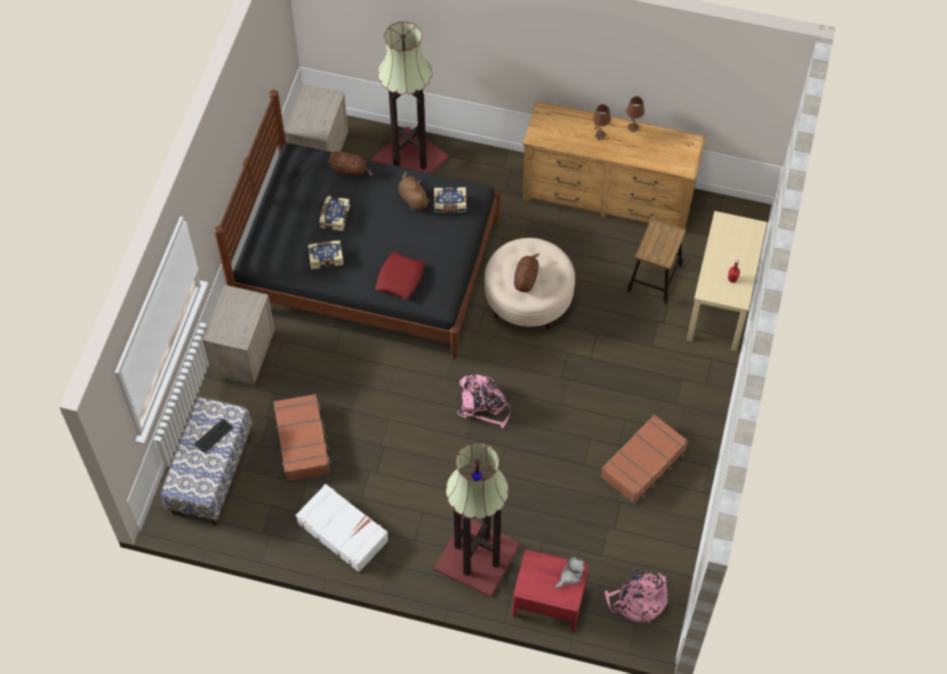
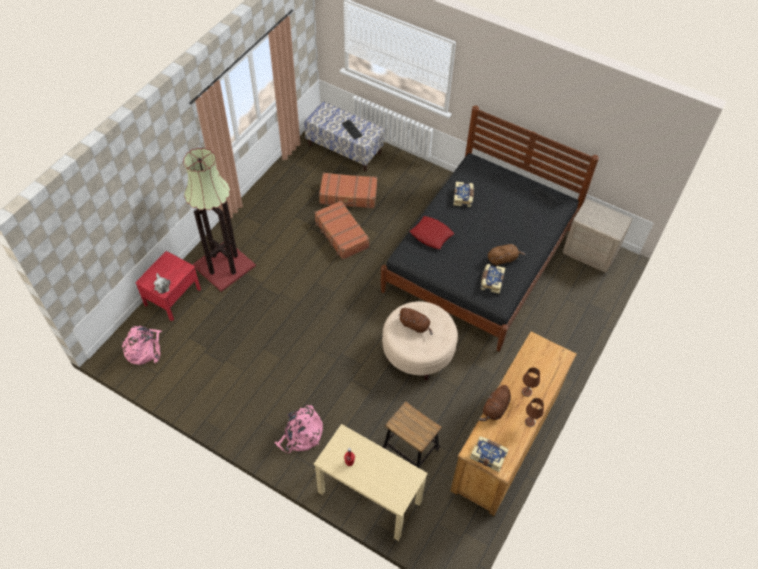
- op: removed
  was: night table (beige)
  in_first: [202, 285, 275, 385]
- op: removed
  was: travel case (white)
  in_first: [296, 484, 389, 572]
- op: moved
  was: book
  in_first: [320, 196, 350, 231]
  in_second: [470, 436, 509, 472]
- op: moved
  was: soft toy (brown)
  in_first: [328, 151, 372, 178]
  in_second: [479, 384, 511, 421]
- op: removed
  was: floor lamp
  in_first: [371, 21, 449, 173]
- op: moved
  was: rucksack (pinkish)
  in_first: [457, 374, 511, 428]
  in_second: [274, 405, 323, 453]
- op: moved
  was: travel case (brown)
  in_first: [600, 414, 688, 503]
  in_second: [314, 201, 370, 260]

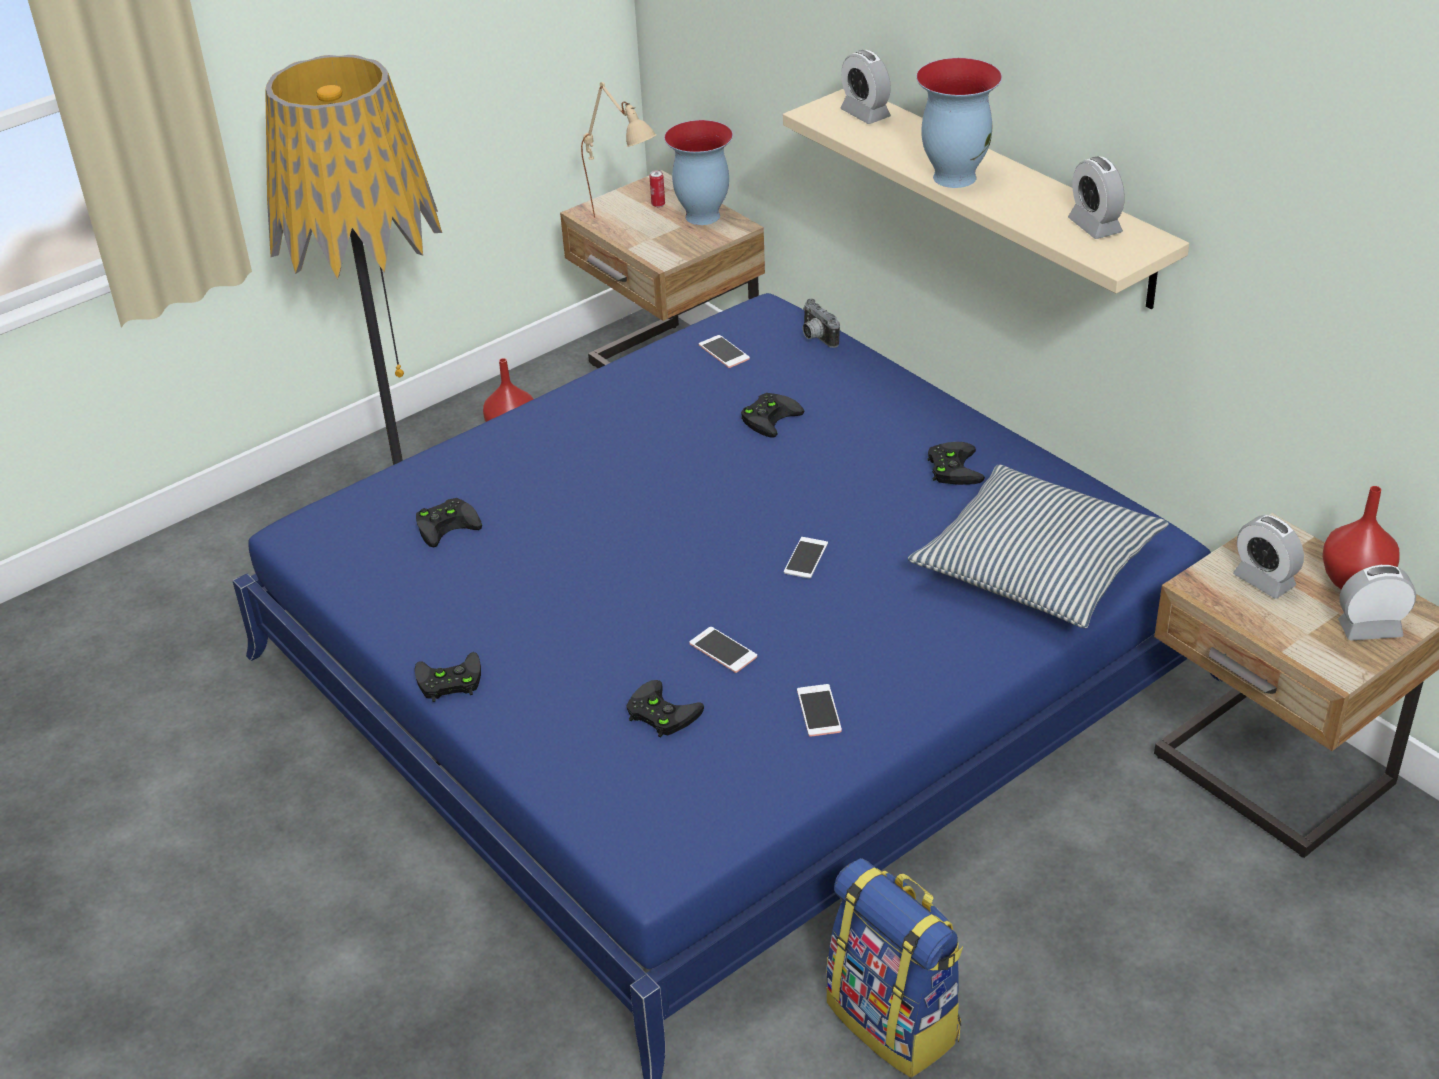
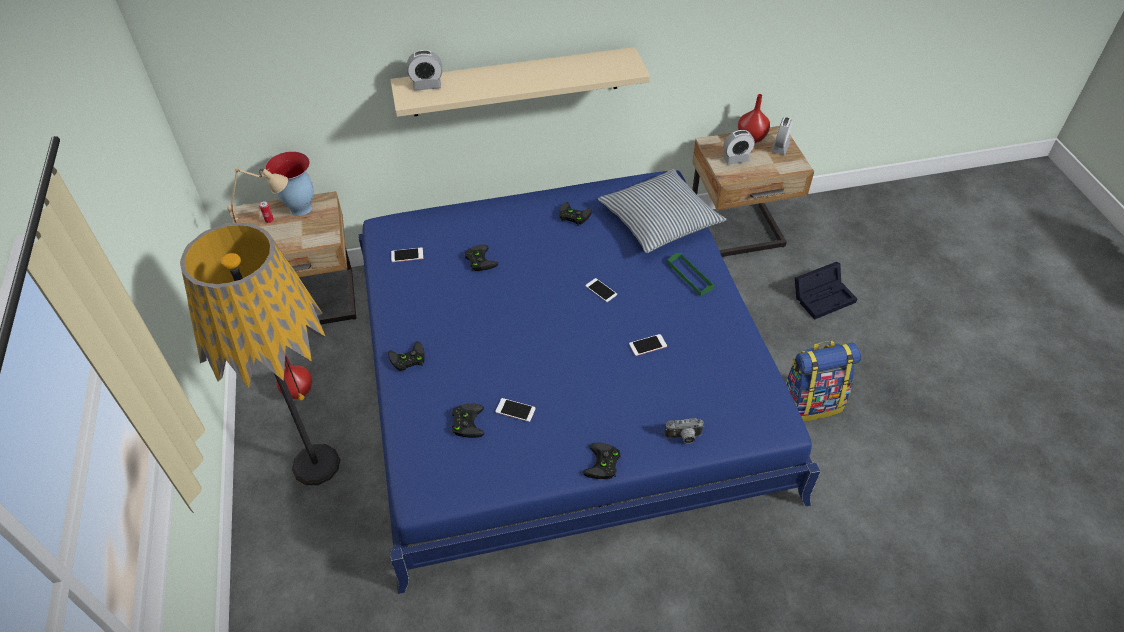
- op: moved
  was: joypad (black-coloured)
  in_first: [626, 680, 704, 737]
  in_second: [388, 341, 424, 372]
- op: moved
  was: phone
  in_first: [797, 684, 842, 736]
  in_second: [495, 398, 536, 422]
- op: moved
  was: still camera
  in_first: [802, 299, 840, 348]
  in_second: [664, 418, 704, 444]
- op: removed
  was: flower vase
  in_first: [916, 58, 1002, 188]
- op: removed
  was: alarm clock
  in_first: [1068, 157, 1125, 239]
- op: added
  now: tray (greenish)
  in_second: [667, 253, 715, 296]
- op: added
  now: storage bin (black-coloured)
  in_second: [795, 262, 857, 320]

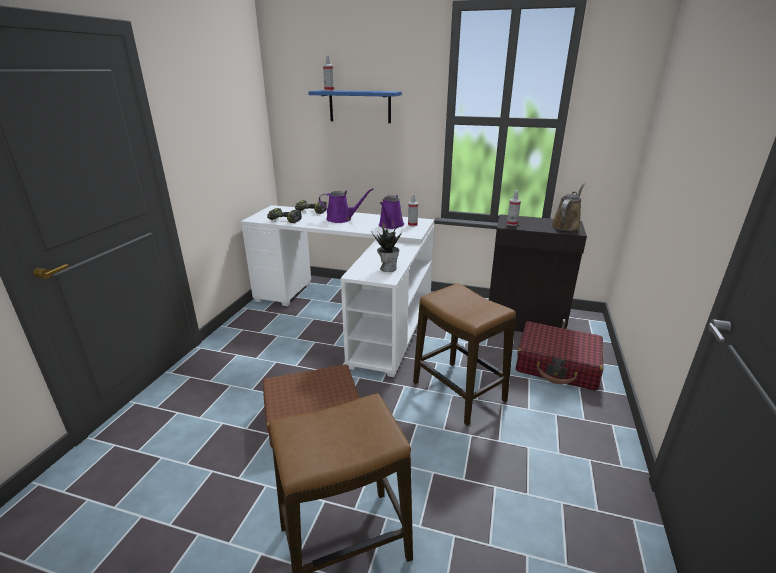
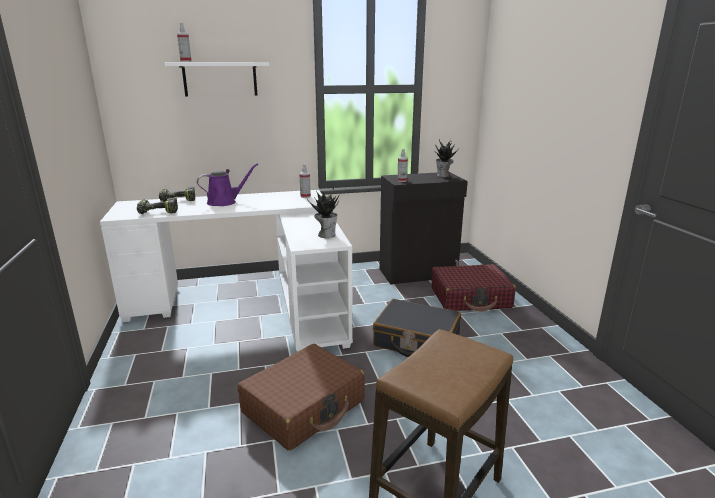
- op: recoloured
  was: bracket shelf (blue)
  now: bracket shelf (white)
  in_first: [308, 90, 402, 123]
  in_second: [164, 62, 269, 97]
- op: removed
  was: sprinkling can (purple)
  in_first: [379, 195, 404, 229]
- op: replaced
  was: stool
  now: travel case (black-coloured)
  in_first: [413, 283, 516, 425]
  in_second: [373, 299, 461, 357]
- op: replaced
  was: sprinkling can (brown)
  now: potted plant
  in_first: [551, 183, 585, 231]
  in_second: [435, 139, 460, 178]

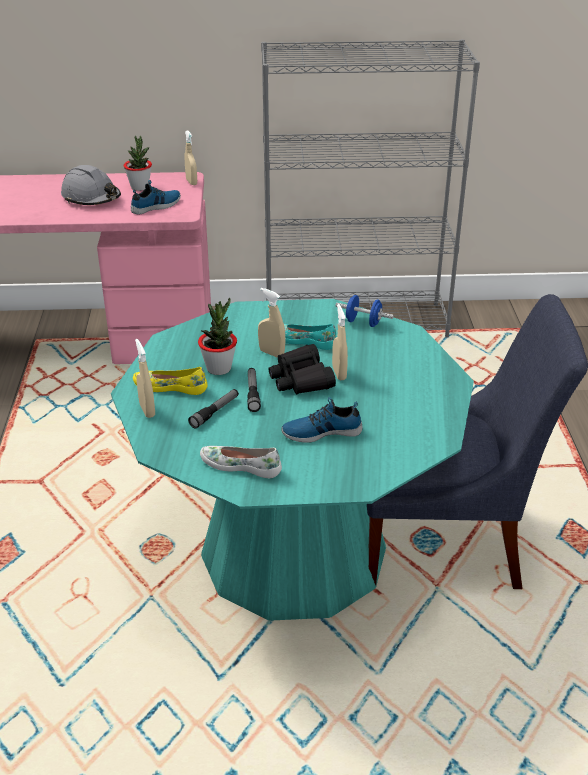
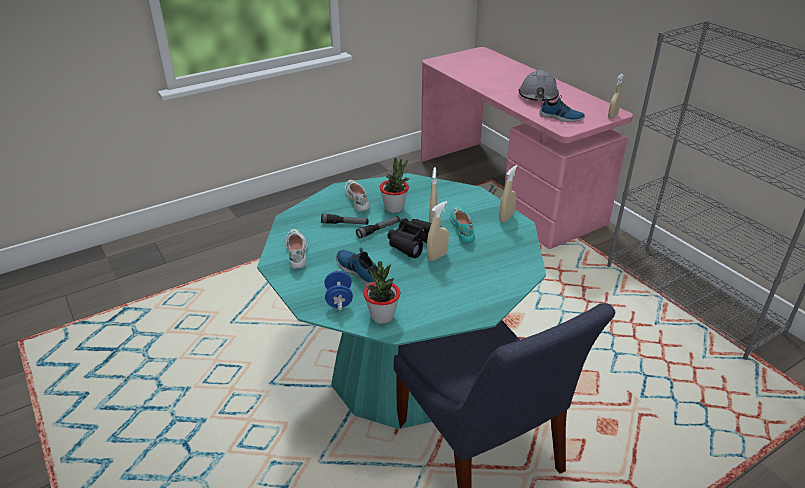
- op: moved
  was: potted plant
  in_first: [124, 135, 152, 191]
  in_second: [363, 261, 400, 324]
- op: recoloured
  was: low shoe (yellowish)
  now: low shoe (white)
  in_first: [133, 367, 208, 395]
  in_second: [345, 180, 370, 211]
- op: moved
  was: sprayer (beige)
  in_first: [135, 339, 155, 418]
  in_second: [499, 165, 517, 223]
- op: moved
  was: hand weight (blue)
  in_first: [335, 295, 394, 327]
  in_second: [325, 270, 353, 310]

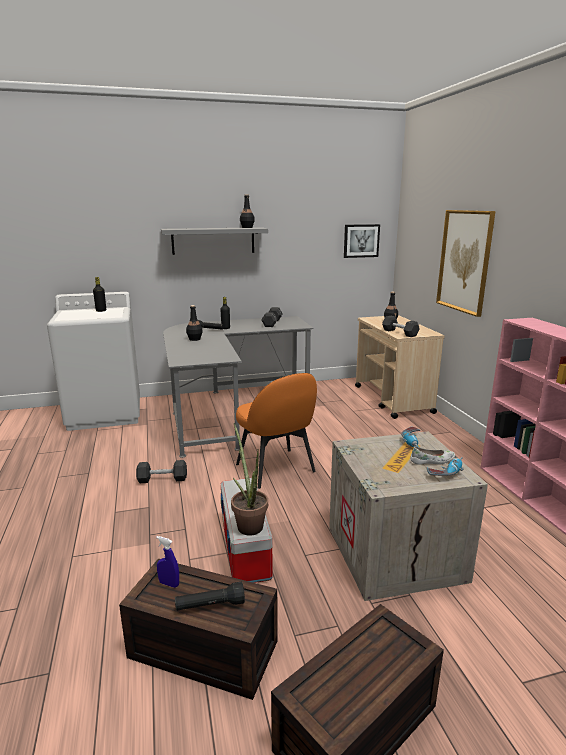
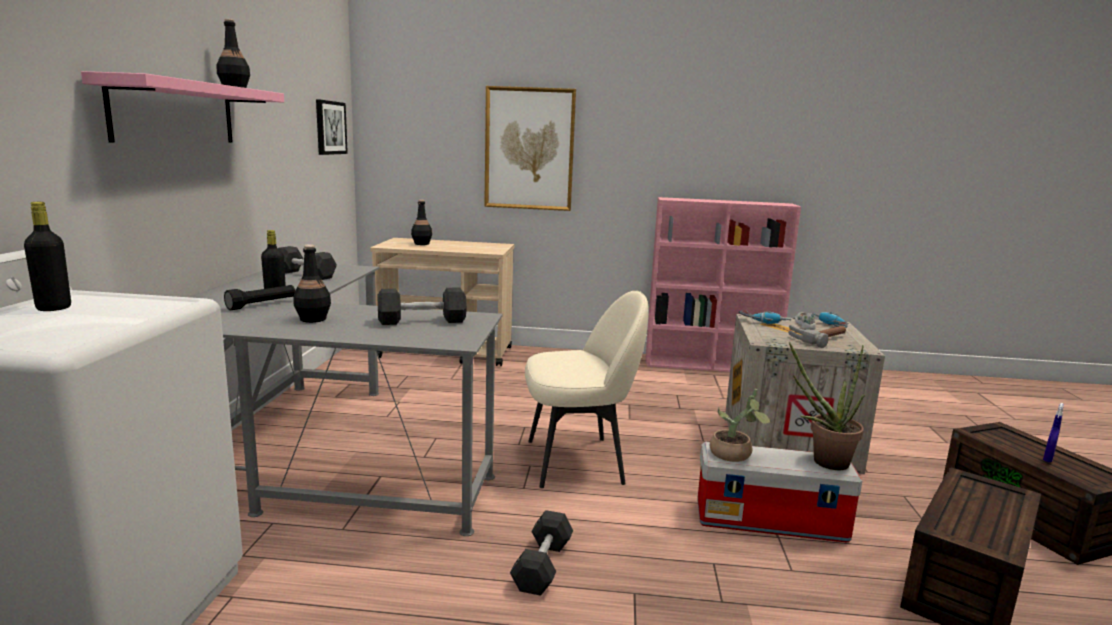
- op: moved
  was: sprayer (blue)
  in_first: [156, 536, 179, 588]
  in_second: [1043, 403, 1064, 462]
- op: recoloured
  was: bracket shelf (grey)
  now: bracket shelf (pinkish)
  in_first: [161, 227, 268, 255]
  in_second: [81, 71, 284, 143]
- op: removed
  was: torch (black-coloured)
  in_first: [175, 581, 245, 611]
- op: recoloured
  was: plain chair (orange)
  now: plain chair (beige)
  in_first: [236, 373, 317, 489]
  in_second: [525, 291, 649, 488]
- op: moved
  was: hand weight (black-coloured)
  in_first: [382, 316, 420, 337]
  in_second: [378, 287, 467, 325]
- op: added
  now: potted plant
  in_second: [710, 389, 772, 462]
- op: added
  now: tool hammer
  in_second: [788, 325, 846, 348]

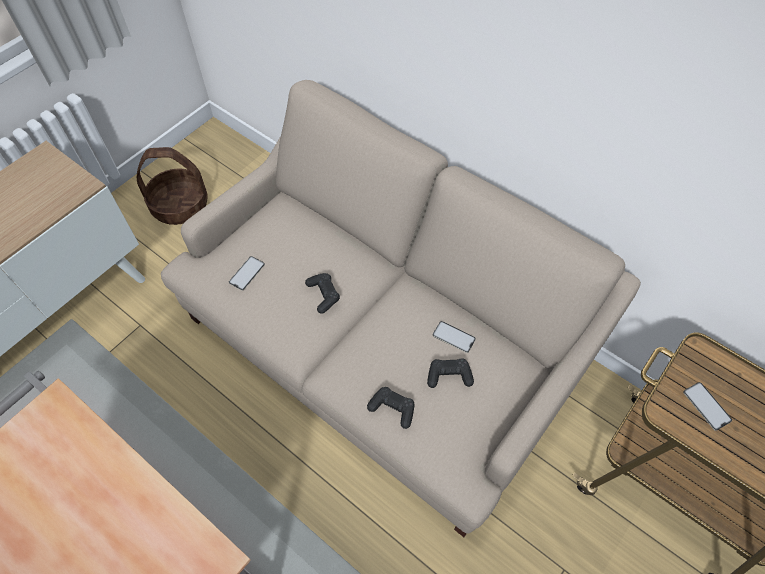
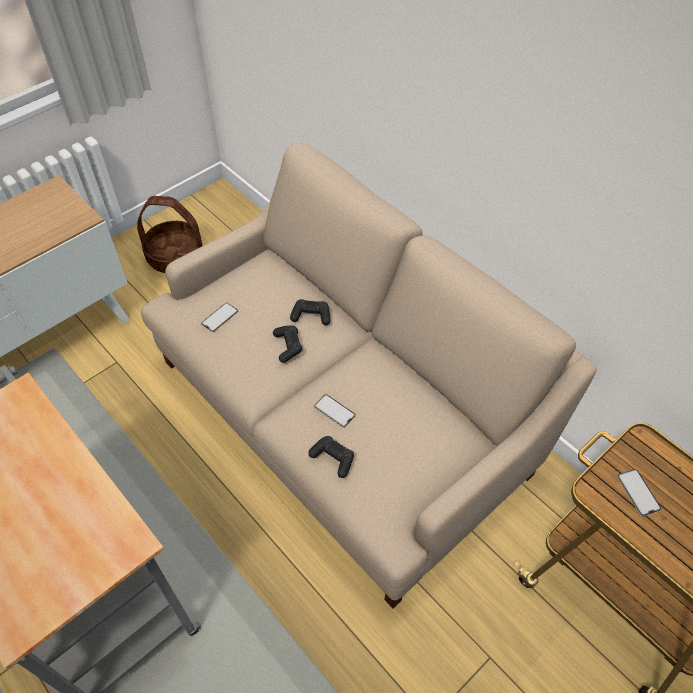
- op: moved
  was: joypad (black-coloured)
  in_first: [427, 358, 474, 388]
  in_second: [290, 299, 330, 325]
- op: moved
  was: phone
  in_first: [433, 321, 476, 353]
  in_second: [314, 394, 356, 428]

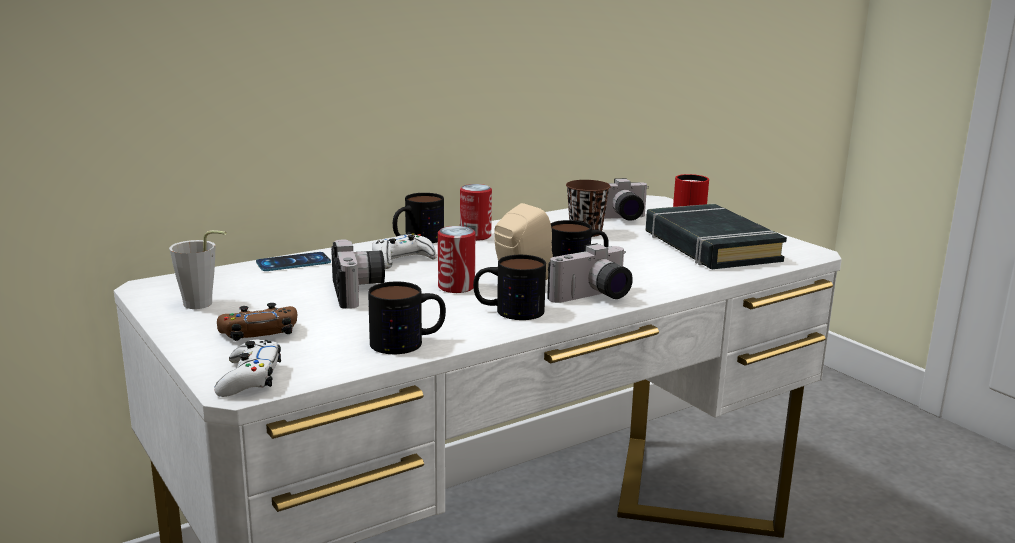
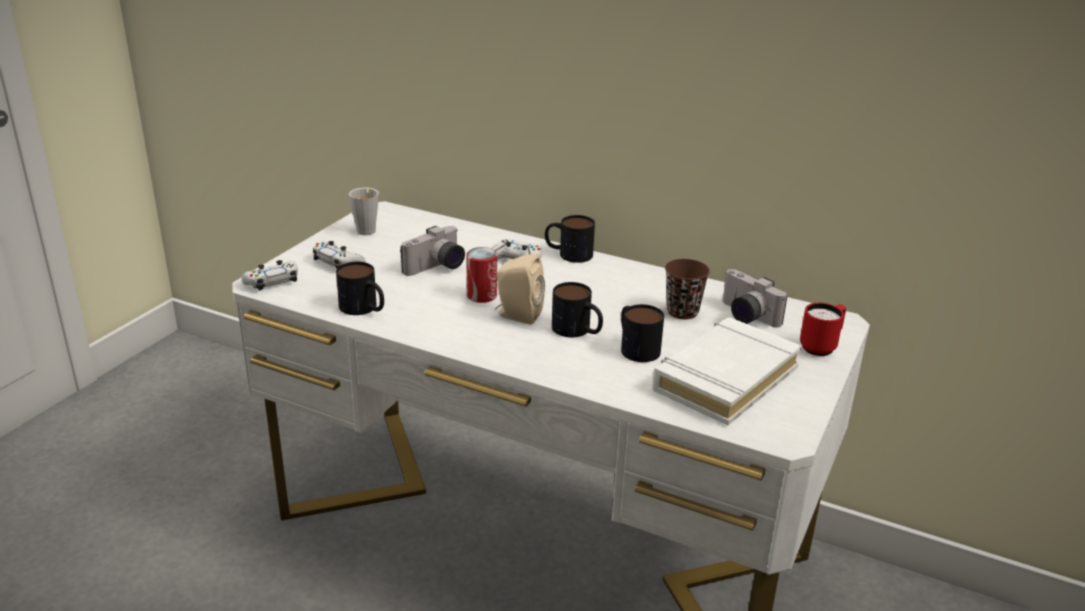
- op: recoloured
  was: joypad (brown)
  now: joypad (white)
  in_first: [217, 303, 297, 341]
  in_second: [313, 241, 366, 269]
- op: removed
  was: phone
  in_first: [256, 252, 331, 271]
- op: removed
  was: metal can
  in_first: [460, 184, 492, 241]
- op: moved
  was: coffee mug
  in_first: [473, 255, 546, 320]
  in_second: [621, 304, 664, 362]
- op: removed
  was: still camera
  in_first: [547, 243, 633, 303]
- op: recoloured
  was: book (black-coloured)
  now: book (white)
  in_first: [646, 204, 787, 269]
  in_second: [652, 317, 802, 425]

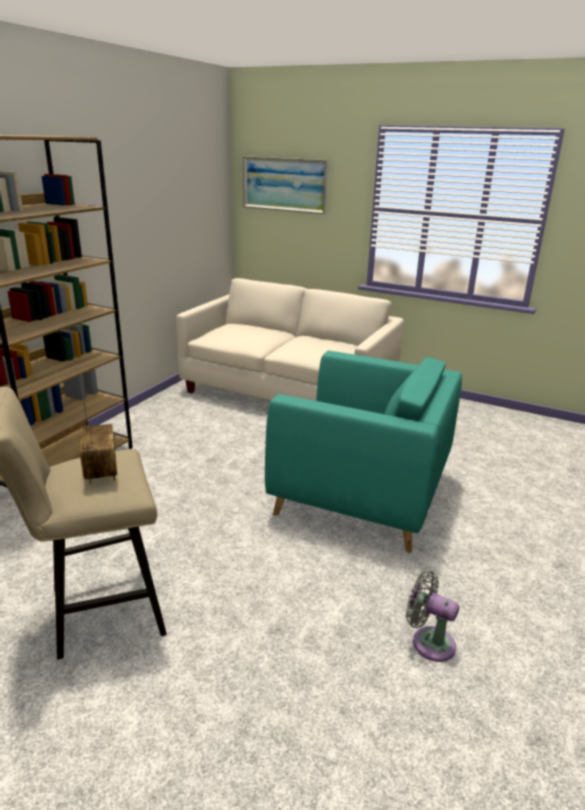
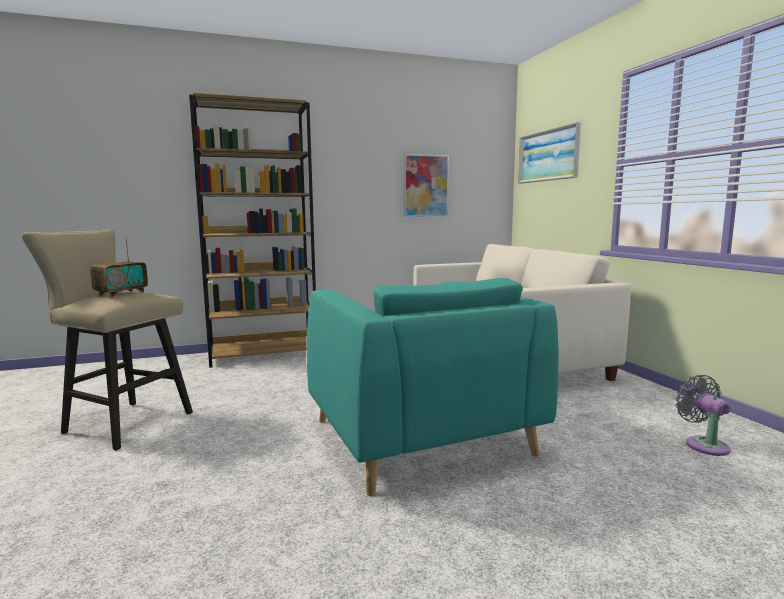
- op: moved
  was: electric fan (grey)
  in_first: [406, 571, 459, 662]
  in_second: [675, 375, 731, 456]
- op: added
  now: wall picture
  in_second: [404, 154, 449, 217]

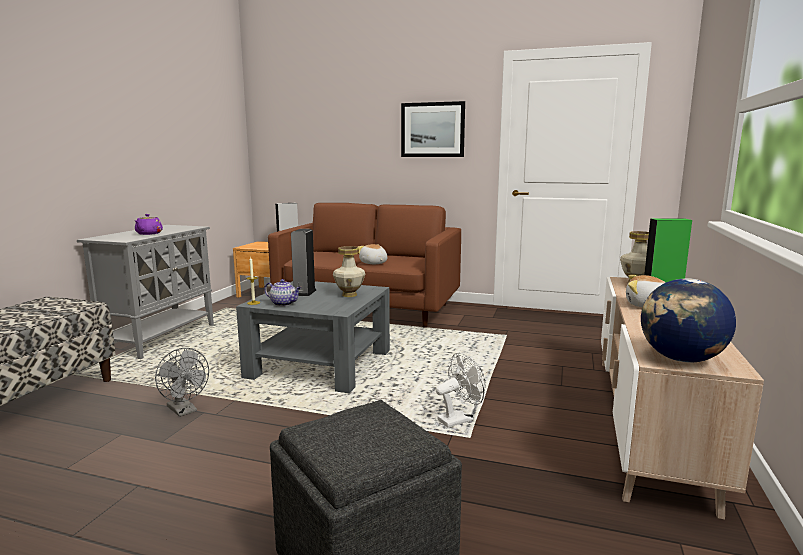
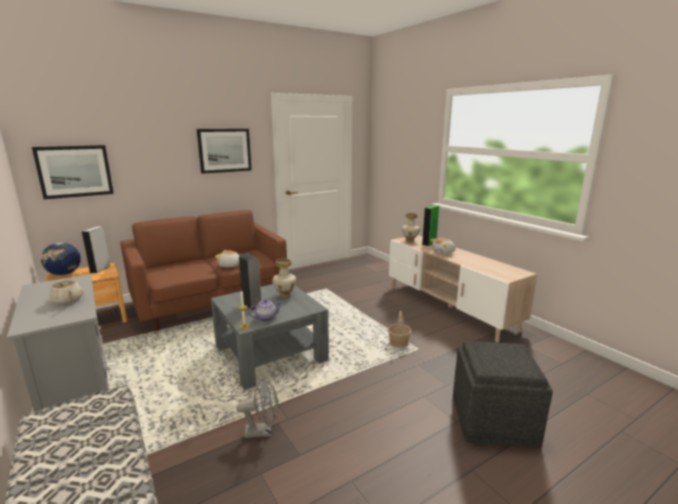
- op: recoloured
  was: tea pot (purple)
  now: tea pot (beige)
  in_first: [135, 214, 163, 235]
  in_second: [49, 279, 83, 305]
- op: replaced
  was: electric fan (white)
  now: basket
  in_first: [436, 353, 486, 428]
  in_second: [388, 311, 412, 348]
- op: moved
  was: world globe
  in_first: [641, 278, 736, 363]
  in_second: [41, 243, 81, 275]
- op: added
  now: wall picture
  in_second: [32, 145, 114, 199]

